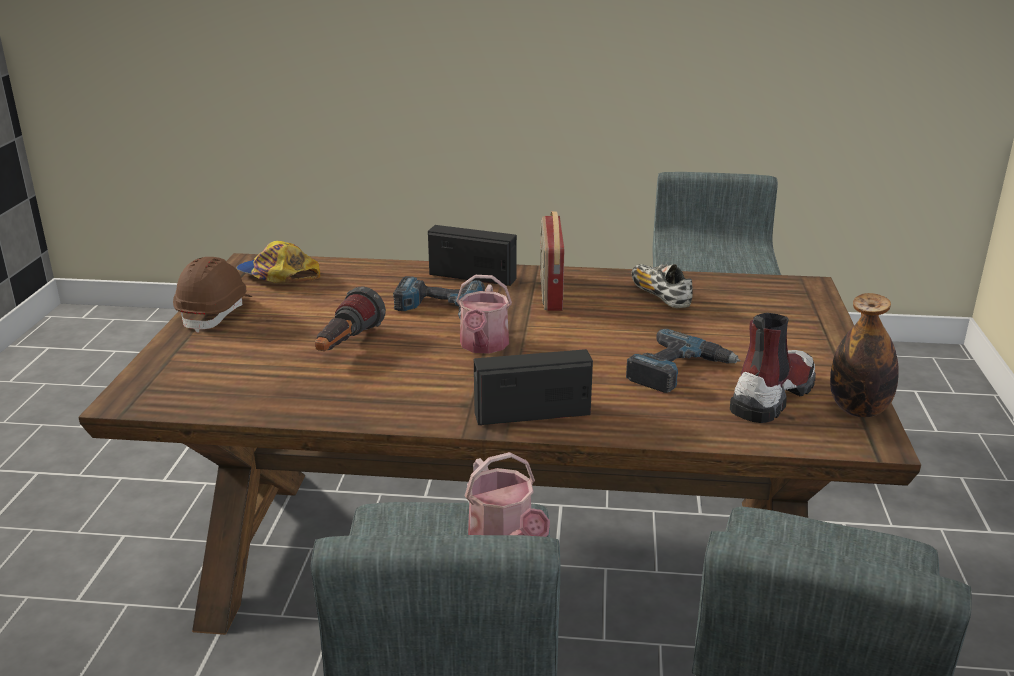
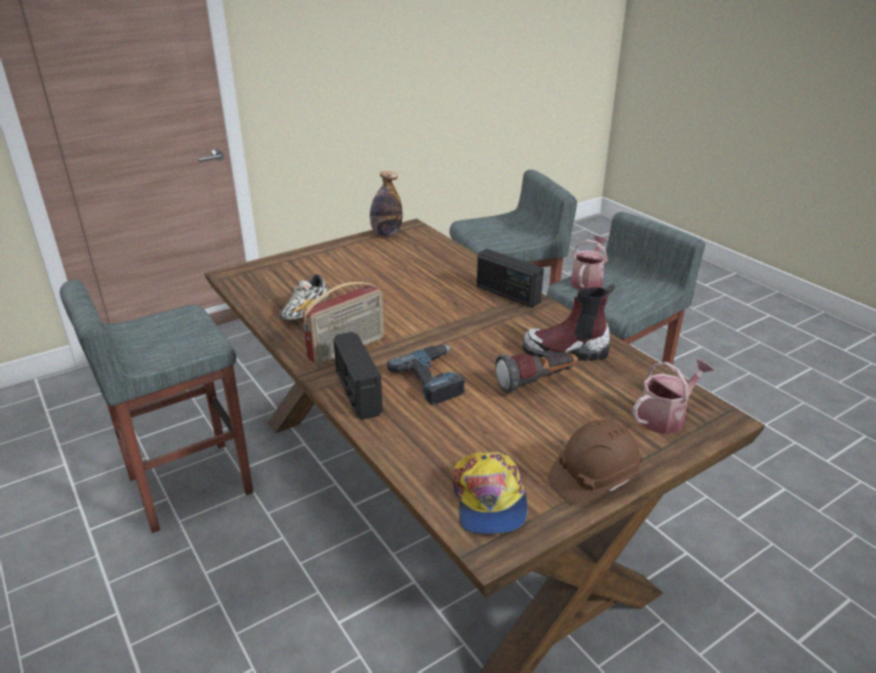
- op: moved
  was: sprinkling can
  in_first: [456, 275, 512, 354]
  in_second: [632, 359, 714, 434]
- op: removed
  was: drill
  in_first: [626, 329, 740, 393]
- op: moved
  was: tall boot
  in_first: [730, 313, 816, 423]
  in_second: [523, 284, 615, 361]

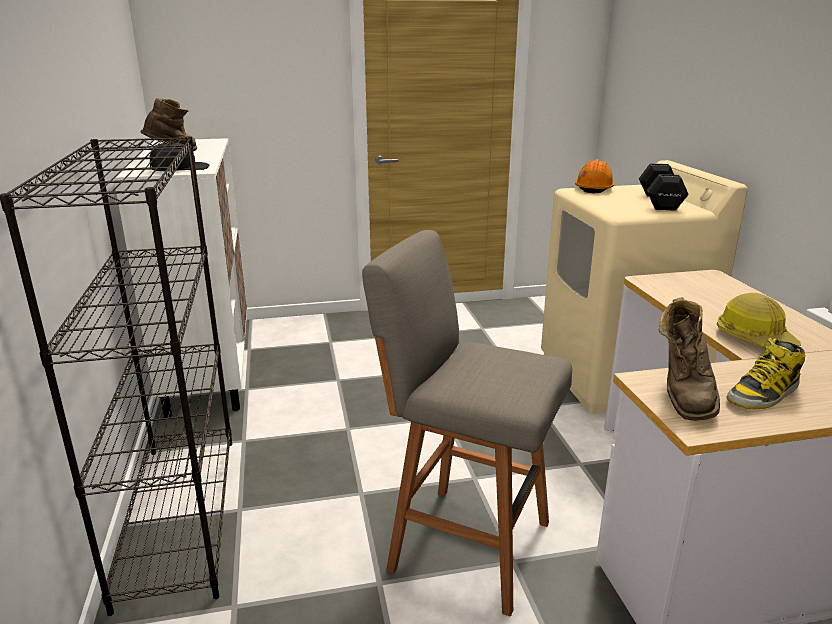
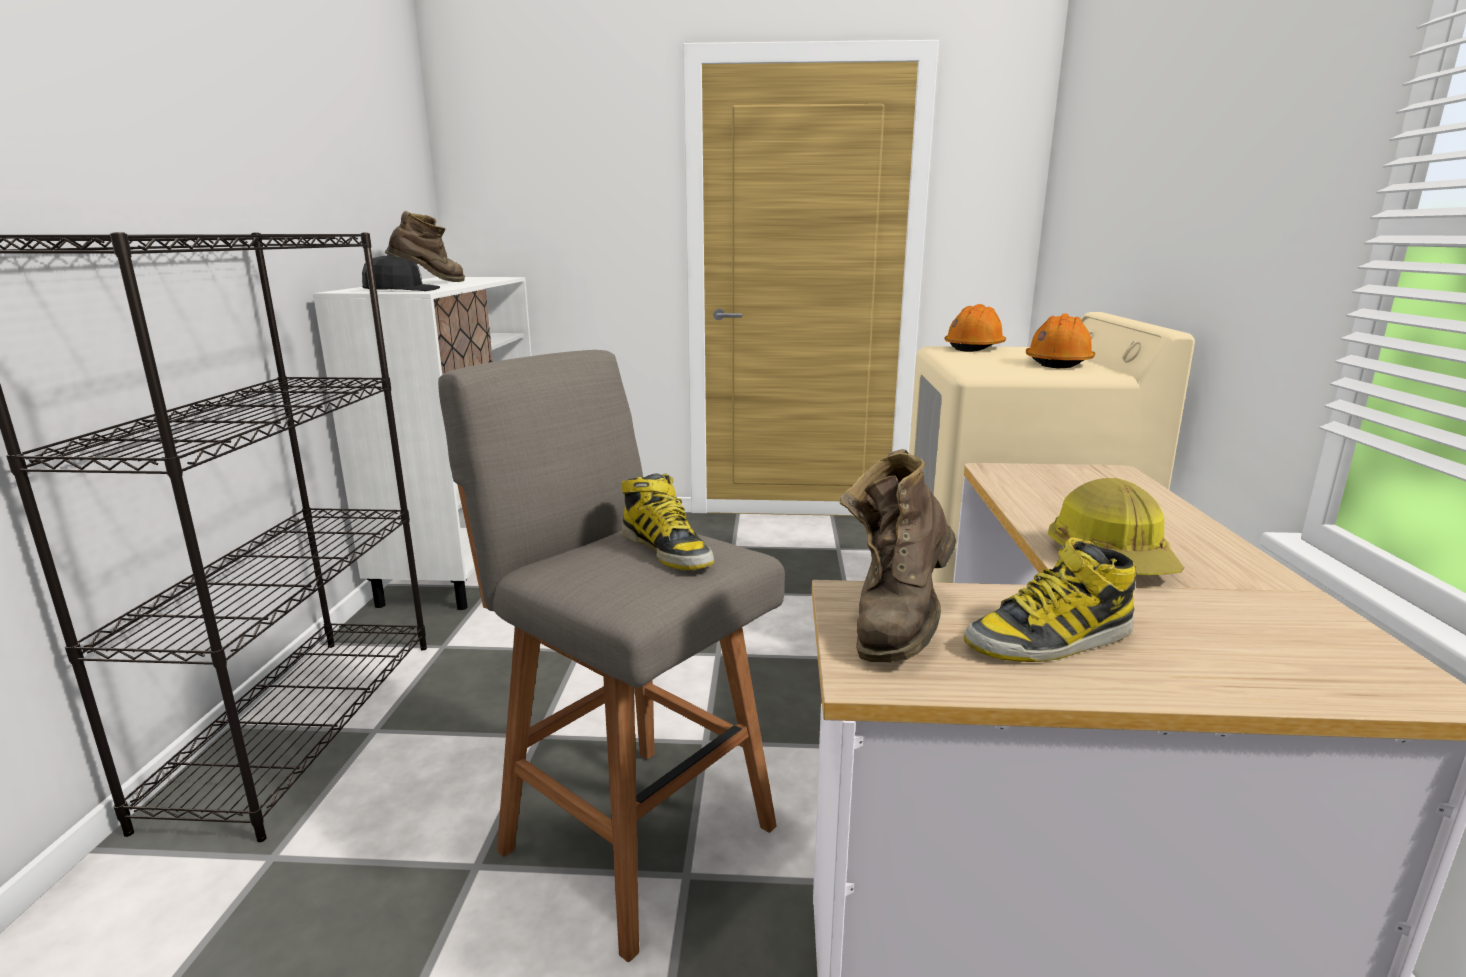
- op: replaced
  was: hand weight (black-coloured)
  now: hard hat (orange)
  in_first: [639, 163, 689, 211]
  in_second: [1026, 314, 1096, 368]
- op: added
  now: tall boot
  in_second: [622, 473, 714, 570]

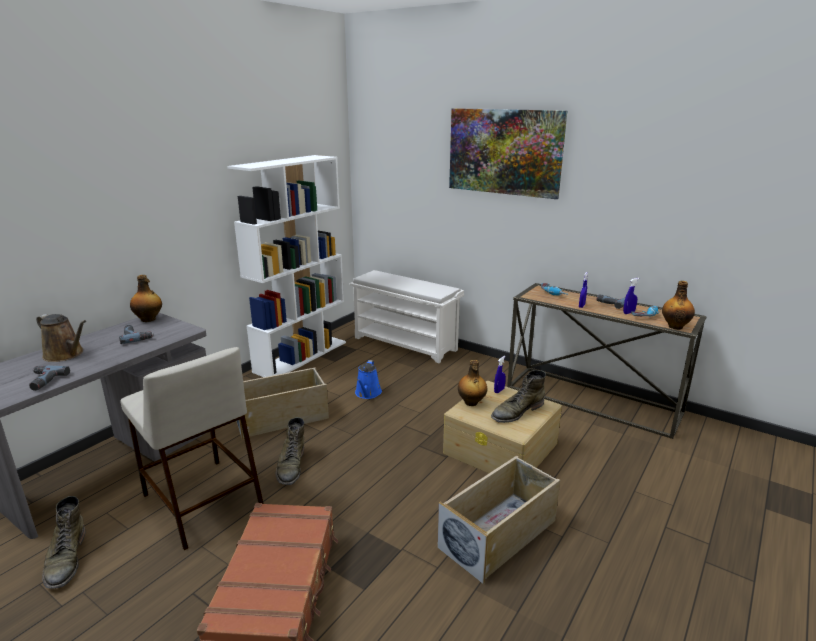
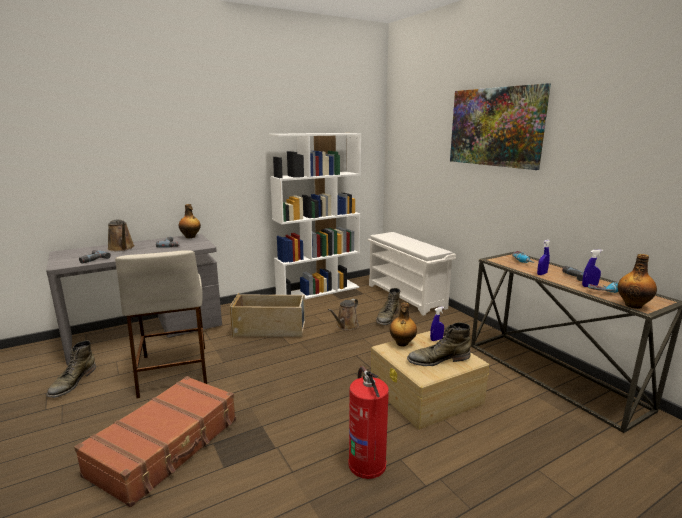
- op: moved
  was: tall boot (greenish)
  in_first: [276, 417, 304, 485]
  in_second: [376, 288, 400, 325]
- op: recoloured
  was: sprinkling can (blue)
  now: sprinkling can (brown)
  in_first: [355, 360, 382, 399]
  in_second: [328, 299, 359, 330]
- op: replaced
  was: storage bin (beige)
  now: fire extinguisher
  in_first: [437, 456, 560, 584]
  in_second: [348, 366, 389, 479]

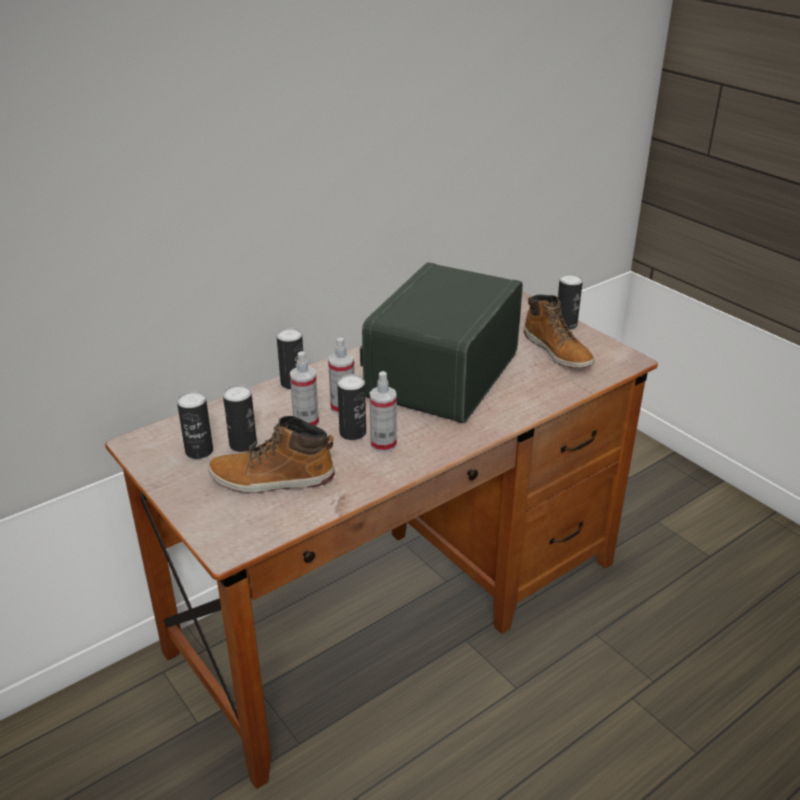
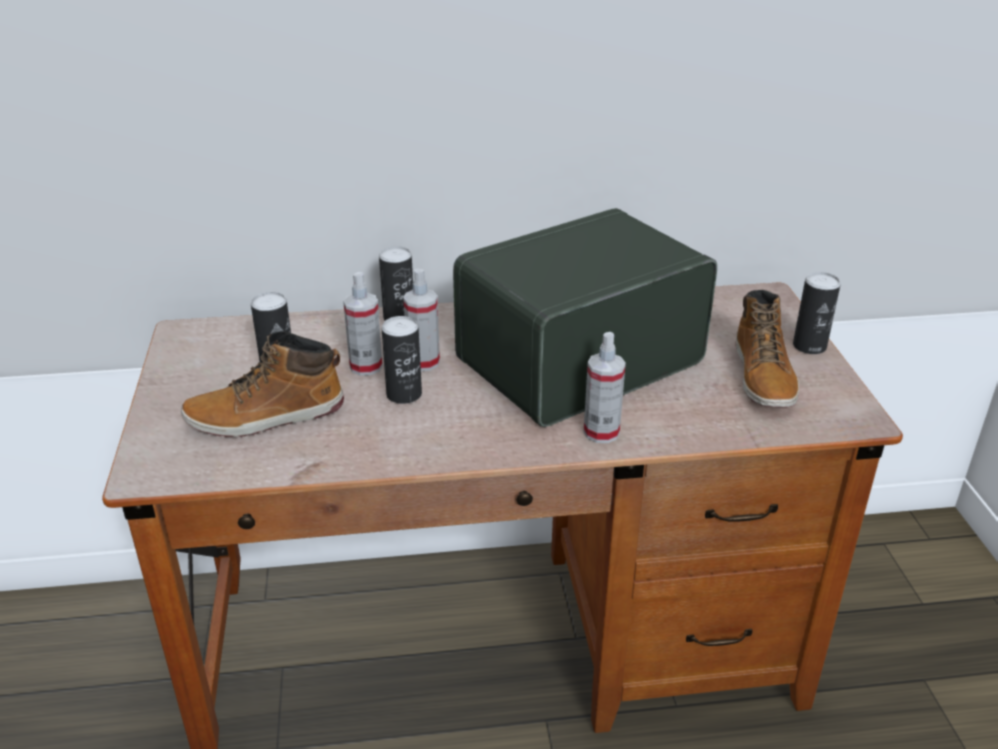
- op: removed
  was: metal can
  in_first: [177, 391, 213, 459]
- op: turned
  was: tall boot
  in_first: [208, 416, 334, 493]
  in_second: [181, 331, 344, 437]
  clockwise: -45
- op: moved
  was: sprayer
  in_first: [370, 371, 397, 453]
  in_second: [584, 332, 626, 443]

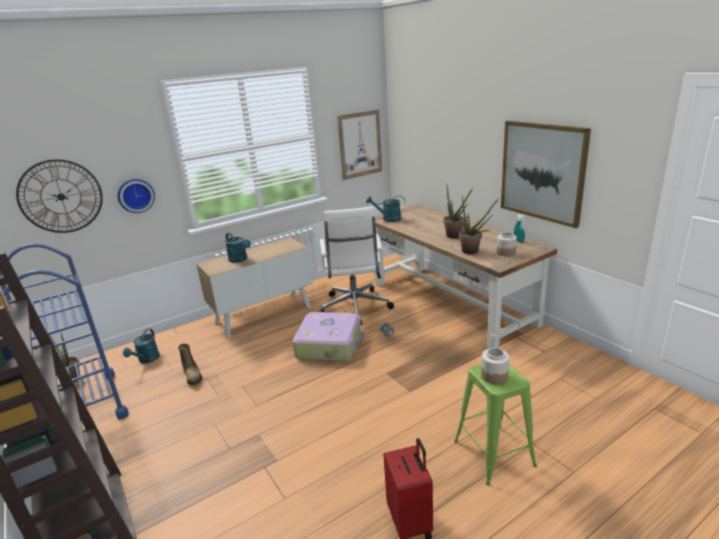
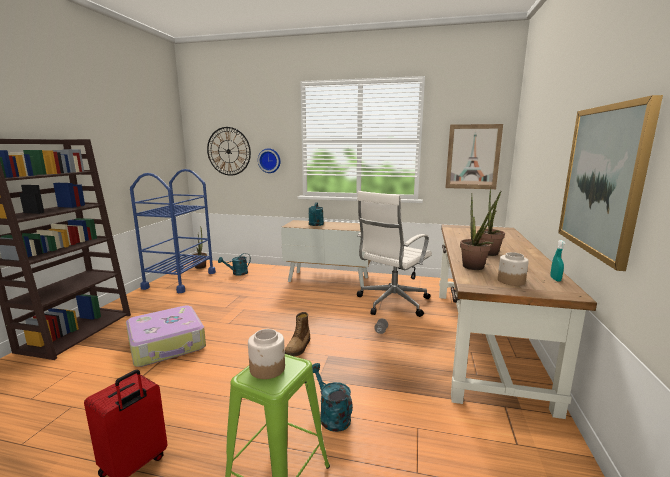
- op: moved
  was: tall boot
  in_first: [178, 344, 202, 385]
  in_second: [285, 312, 310, 357]
- op: moved
  was: travel case
  in_first: [293, 312, 364, 361]
  in_second: [126, 305, 206, 367]
- op: moved
  was: sprinkling can (turquoise)
  in_first: [366, 196, 405, 222]
  in_second: [312, 363, 353, 432]

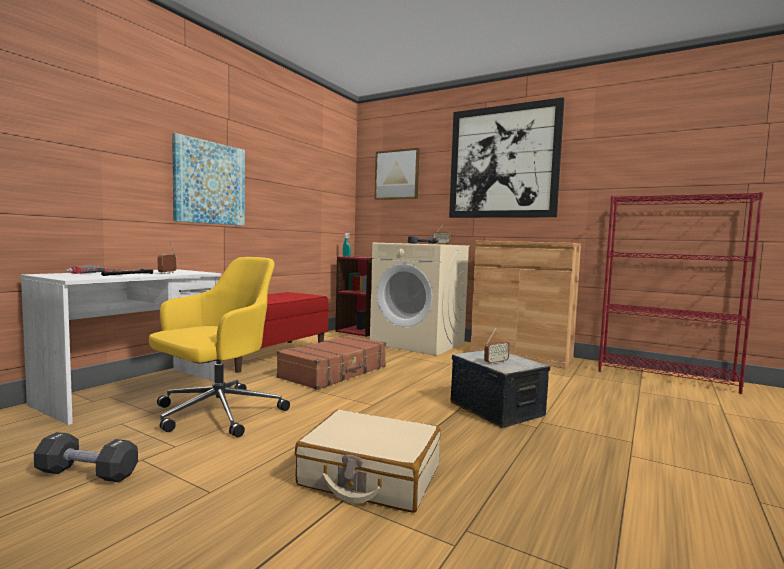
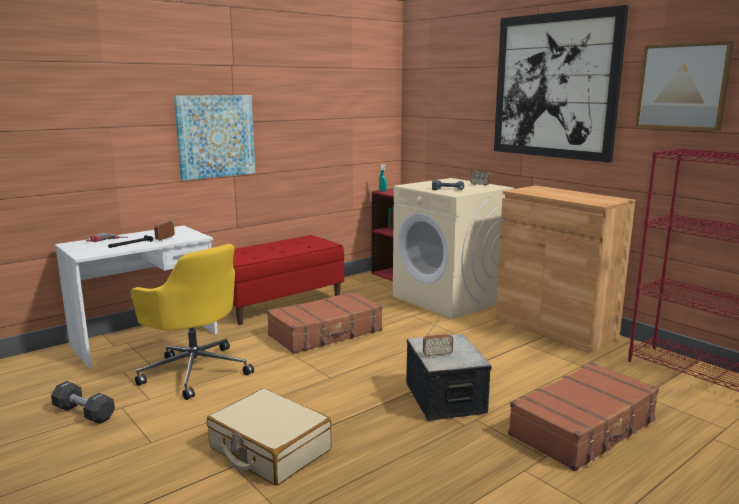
- op: turned
  was: desk chair (yellowish)
  in_first: [149, 257, 290, 437]
  in_second: [130, 244, 254, 400]
  clockwise: 75
- op: moved
  was: wall picture
  in_first: [375, 148, 420, 200]
  in_second: [636, 41, 734, 131]
- op: added
  now: travel case (brown)
  in_second: [508, 362, 659, 471]

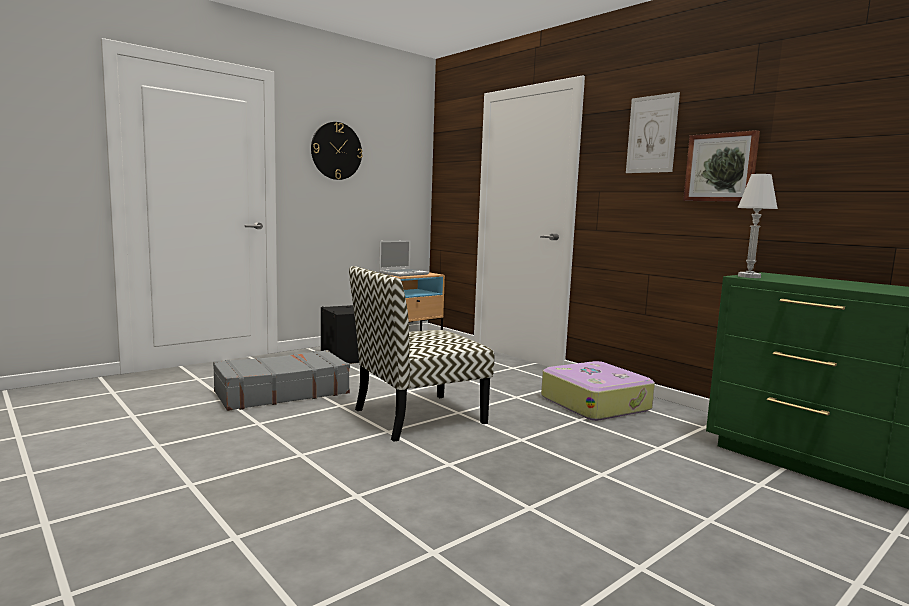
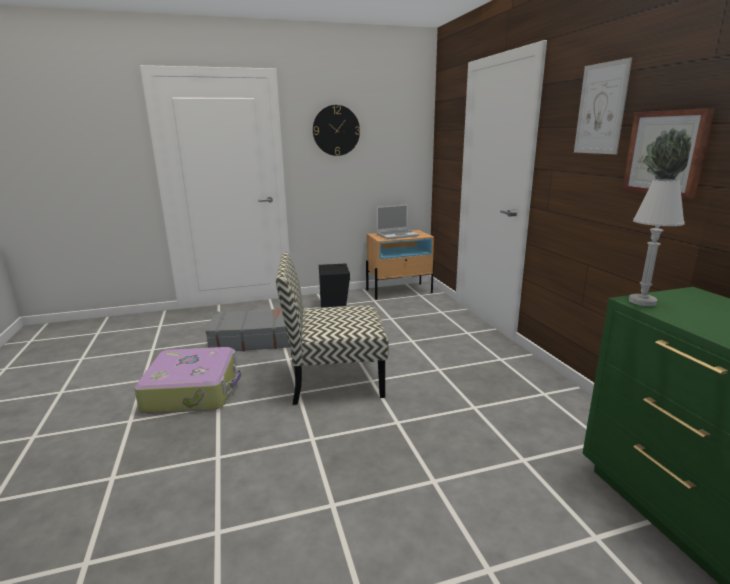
- op: moved
  was: travel case
  in_first: [541, 361, 655, 421]
  in_second: [134, 347, 241, 414]

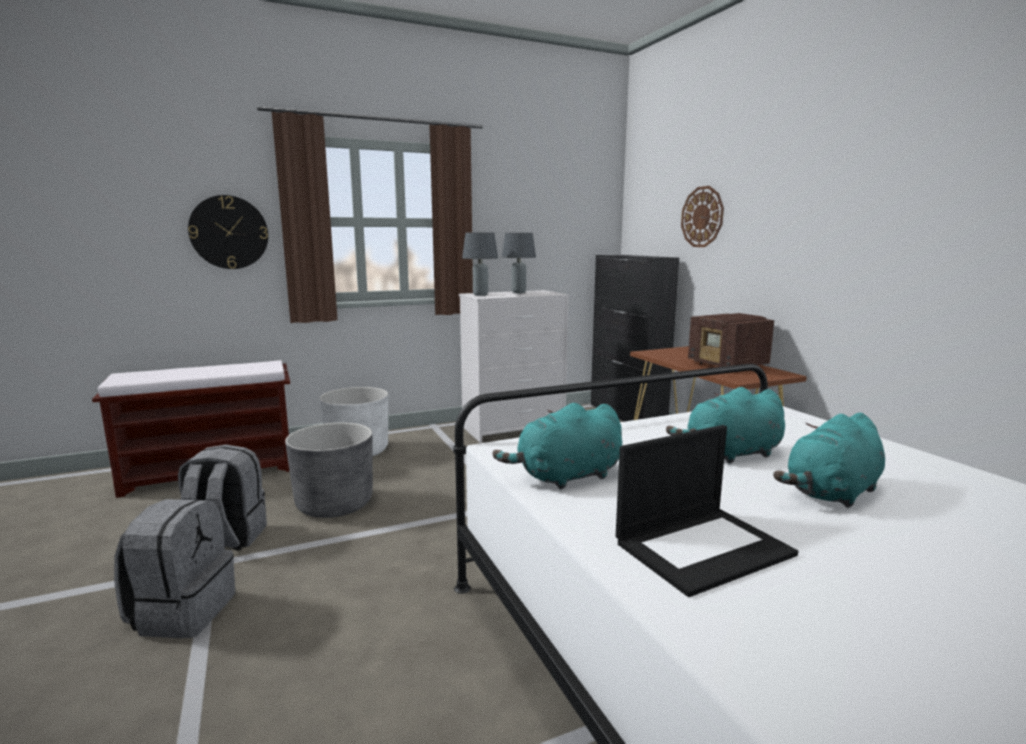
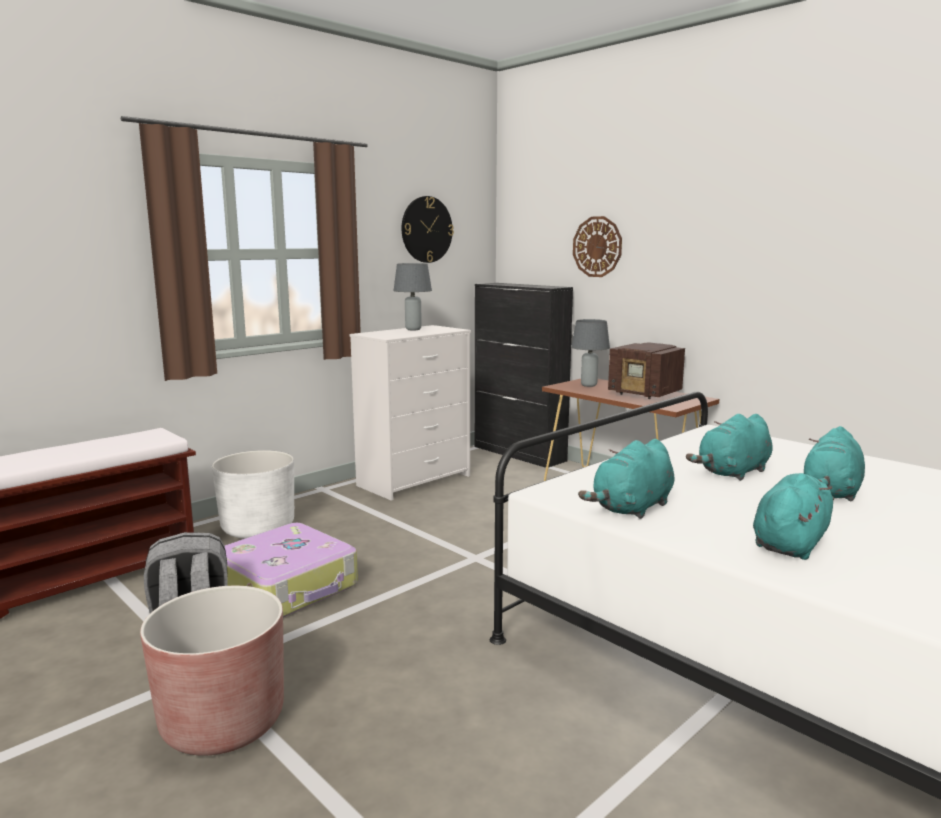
- op: replaced
  was: rucksack (grey)
  now: plant pot (brown)
  in_first: [114, 499, 235, 638]
  in_second: [140, 586, 284, 756]
- op: moved
  was: hanging clock
  in_first: [188, 195, 268, 269]
  in_second: [402, 196, 454, 263]
- op: replaced
  was: plant pot (grey)
  now: travel case
  in_first: [285, 423, 373, 518]
  in_second: [225, 523, 358, 618]
- op: moved
  was: tabletop lamp (grey)
  in_first: [462, 232, 498, 296]
  in_second: [571, 319, 610, 387]
- op: replaced
  was: notebook computer
  now: soft toy (turquoise)
  in_first: [616, 425, 798, 597]
  in_second: [753, 473, 834, 560]

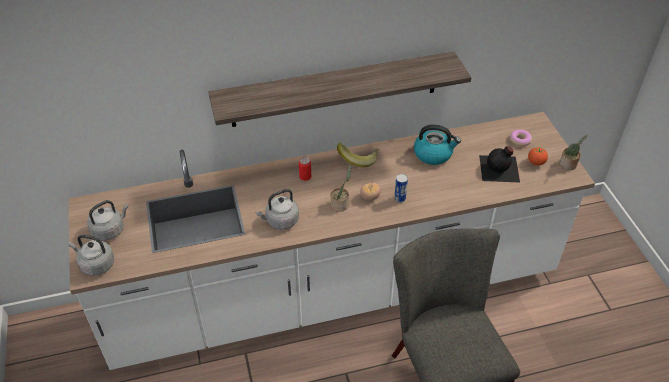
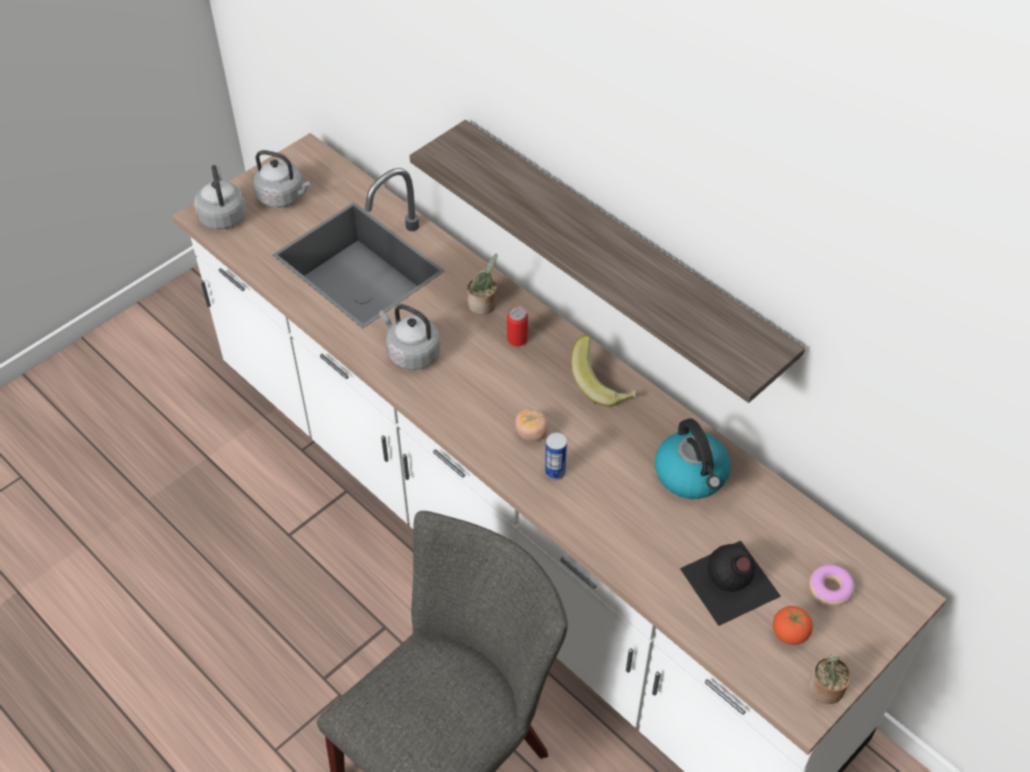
- op: moved
  was: potted plant
  in_first: [331, 165, 351, 212]
  in_second: [467, 254, 497, 315]

